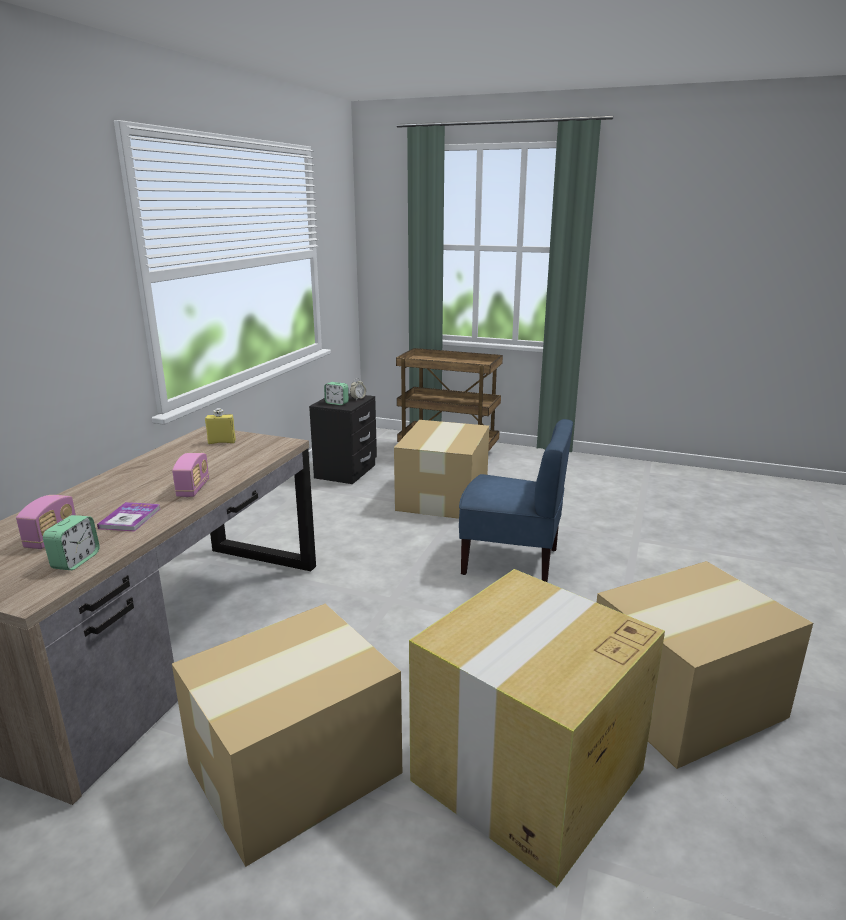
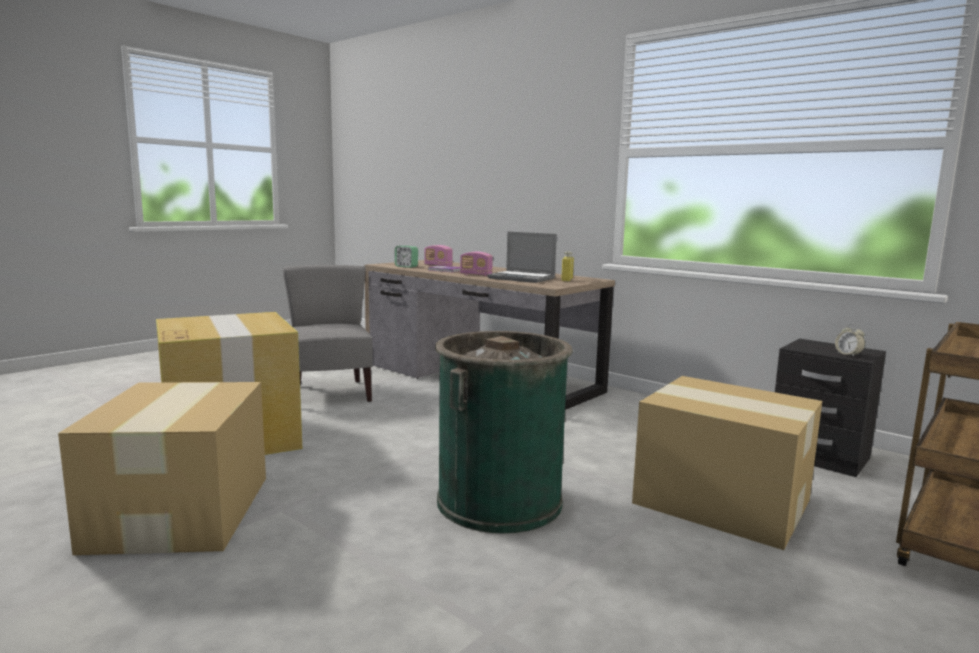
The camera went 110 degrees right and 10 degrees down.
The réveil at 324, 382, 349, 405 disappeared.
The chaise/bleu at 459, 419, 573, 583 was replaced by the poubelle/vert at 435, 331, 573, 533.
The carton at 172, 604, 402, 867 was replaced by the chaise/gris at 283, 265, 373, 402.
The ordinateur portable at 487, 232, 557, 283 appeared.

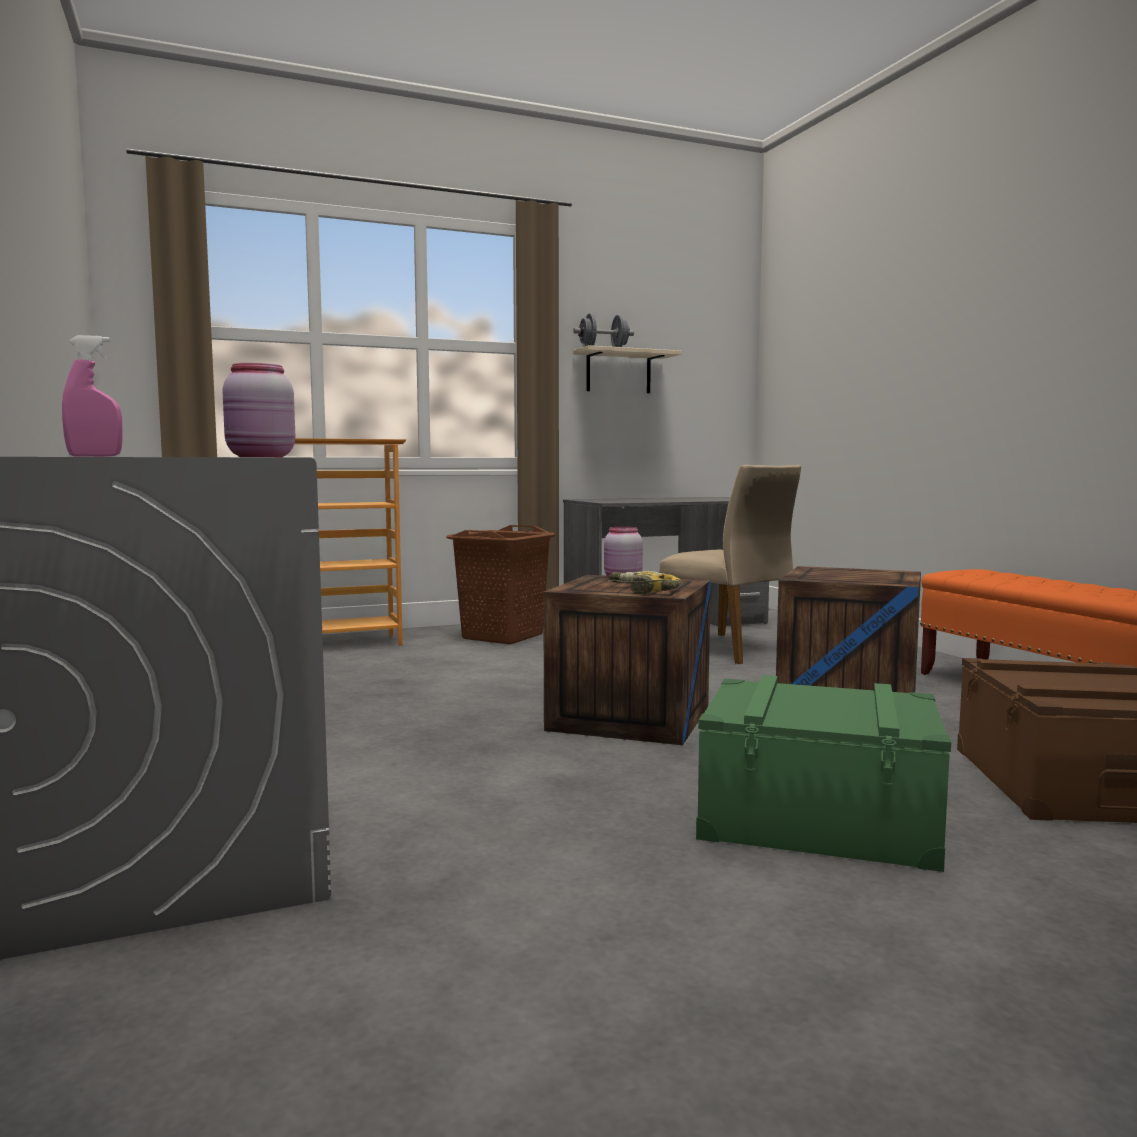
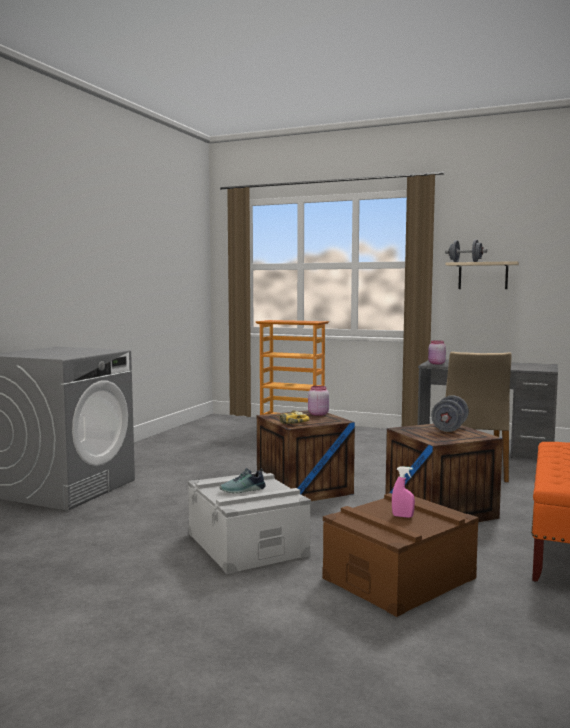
The camera went 45 degrees right and 0 degrees up.
The vaporisateur/rose moved from 62, 335, 123, 457 to 392, 466, 415, 518.
The bocal/rose moved from 222, 363, 295, 457 to 428, 340, 446, 364.
The panier à linge/marron at 446, 525, 556, 644 disappeared.
The boîte de rangement/vert at 696, 675, 951, 872 became the boîte de rangement/gris at 188, 472, 311, 574.
The haltère/gris at 431, 395, 469, 432 appeared.
The chaussure at 219, 468, 266, 493 appeared.

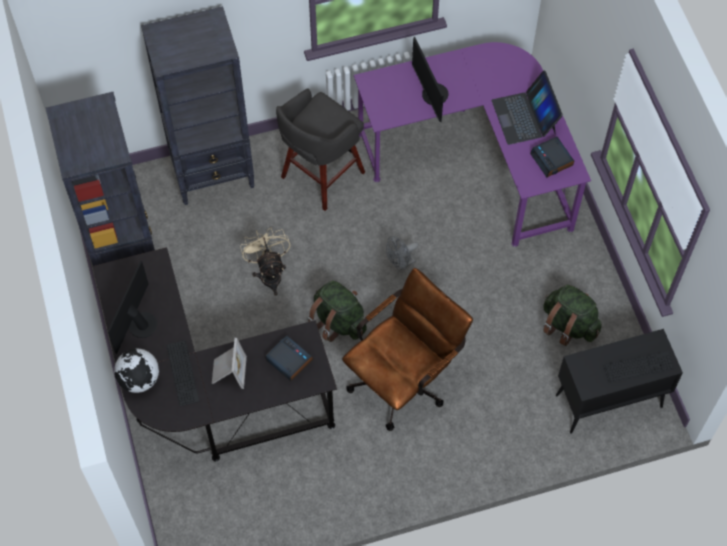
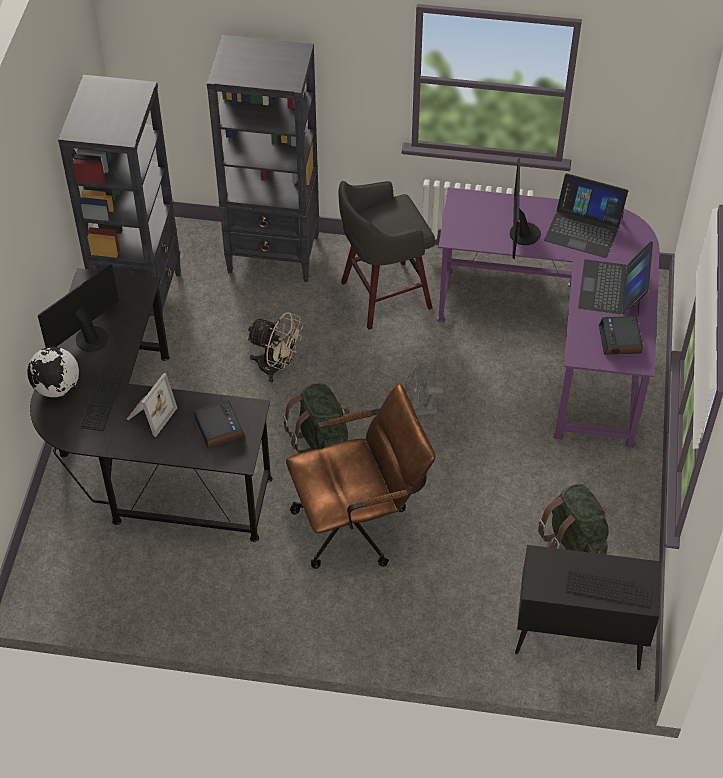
The camera went 25 degrees right and 10 degrees down.
The ventilateur/beige at 240, 227, 290, 296 turned 105 degrees clockwise.
The ordinateur portable at 544, 173, 628, 258 appeared.

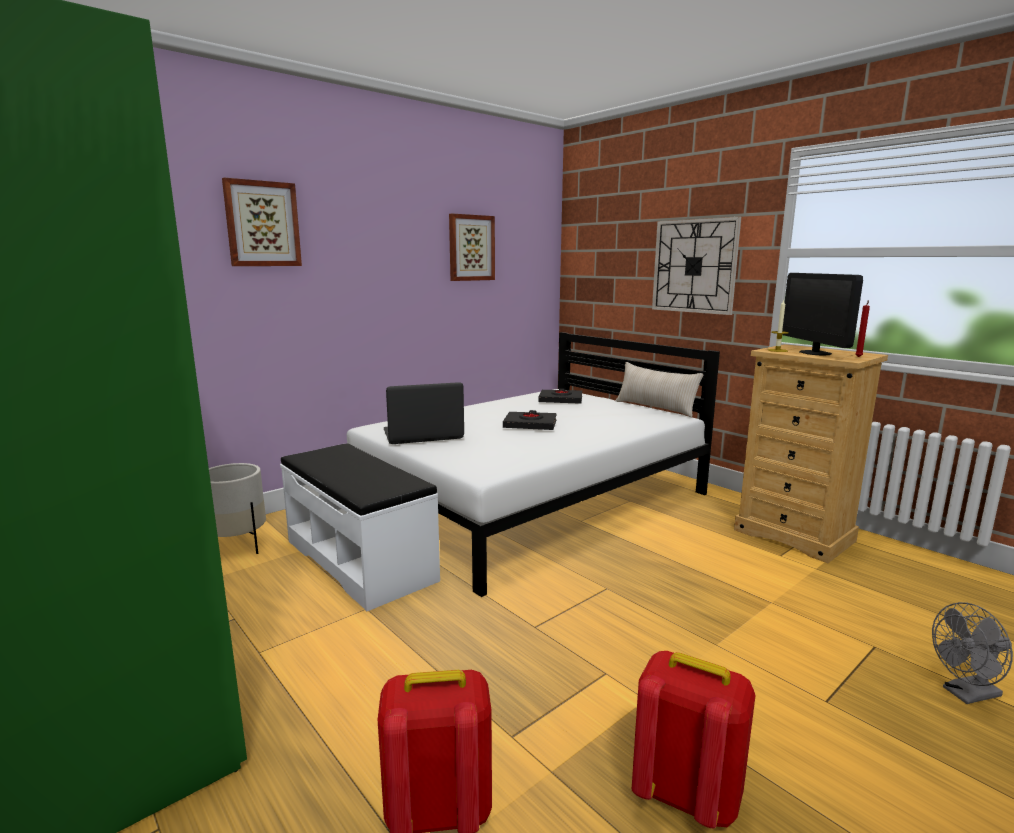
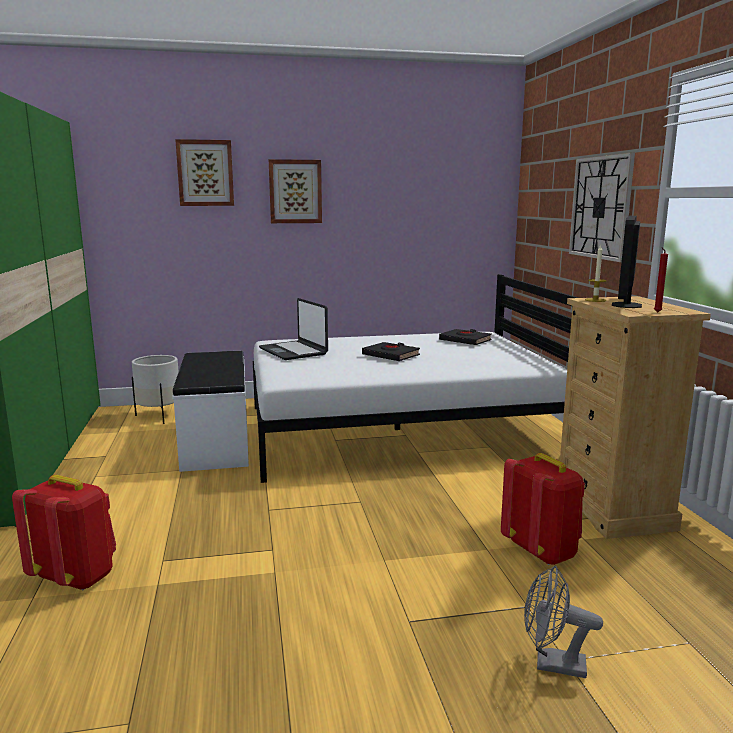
The camera went 30 degrees right and 0 degrees up.
The tableau moved from 449, 214, 495, 281 to 269, 159, 322, 223.
The coussin/beige at 616, 362, 703, 417 disappeared.
The ordinateur portable at 383, 382, 464, 444 turned 135 degrees counterclockwise.
The sac à dos/rouge moved from 632, 651, 756, 828 to 501, 453, 585, 565.

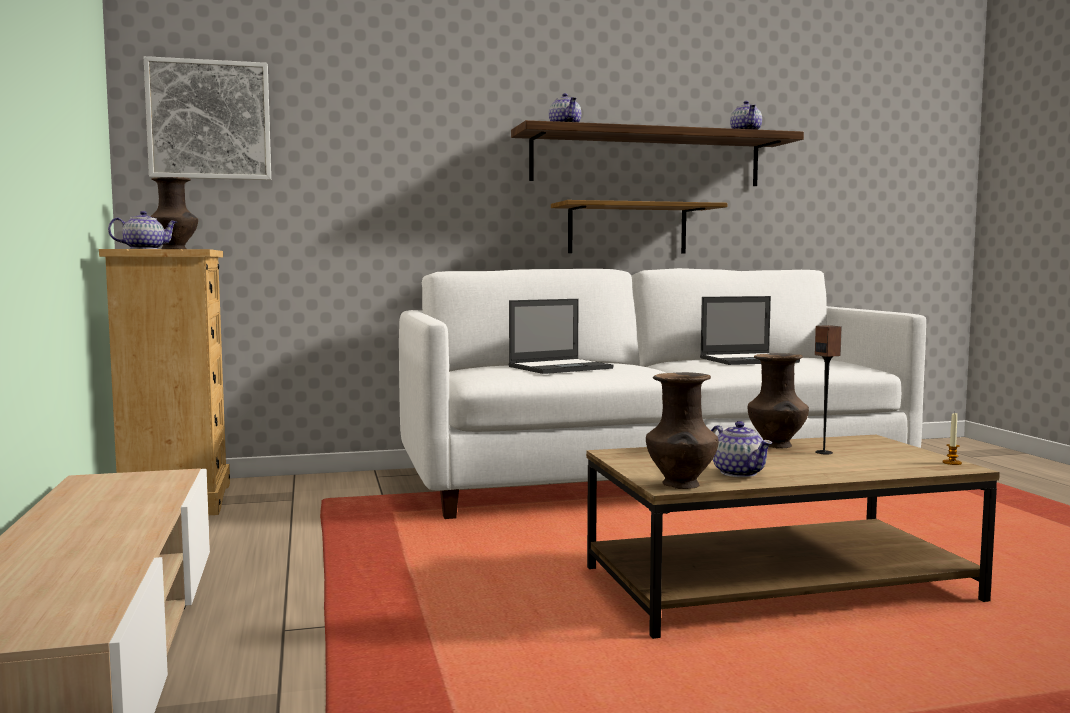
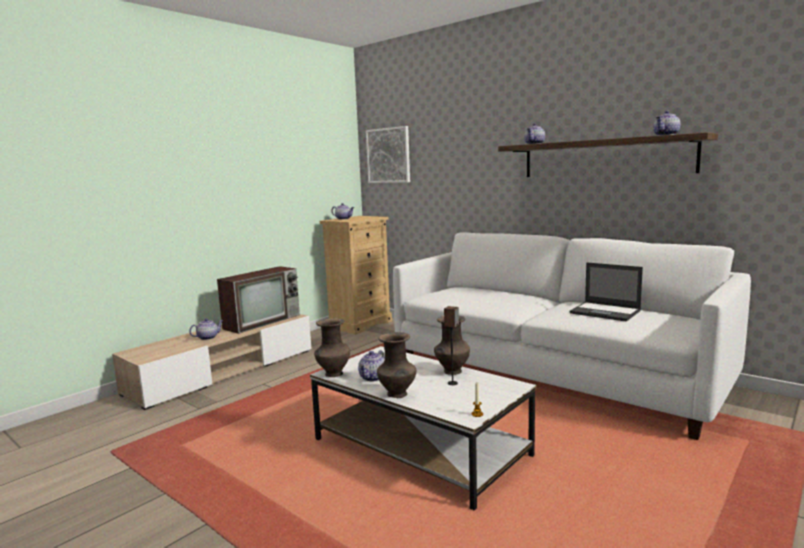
The camera went 55 degrees right and 5 degrees up.
The vase/marron moved from 150, 177, 198, 249 to 377, 332, 416, 398.
The étagère at 551, 200, 728, 254 disappeared.
The ordinateur portable at 509, 299, 614, 374 disappeared.
The table basse/marron at 586, 435, 999, 639 became the table basse/blanc at 310, 346, 536, 510.
The téléviseur at 217, 266, 300, 334 appeared.
The théière at 189, 318, 223, 340 appeared.

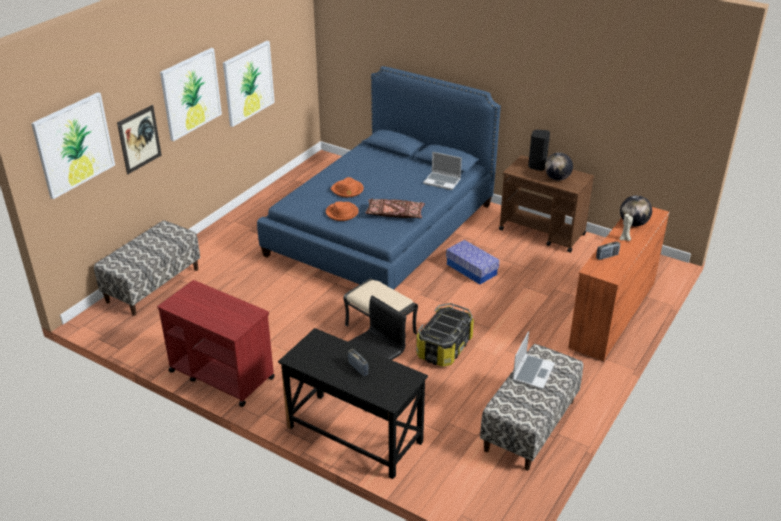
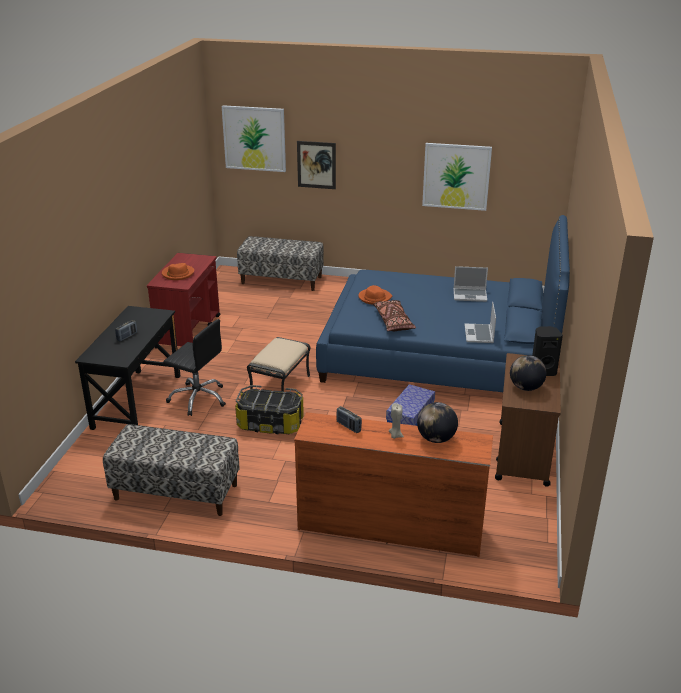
The camera went 70 degrees right and 5 degrees down.
The tableau at 160, 48, 222, 141 disappeared.
The chapeau/orange moved from 331, 177, 364, 197 to 162, 263, 194, 280.
The ordinateur portable moved from 512, 331, 555, 389 to 453, 266, 488, 302.

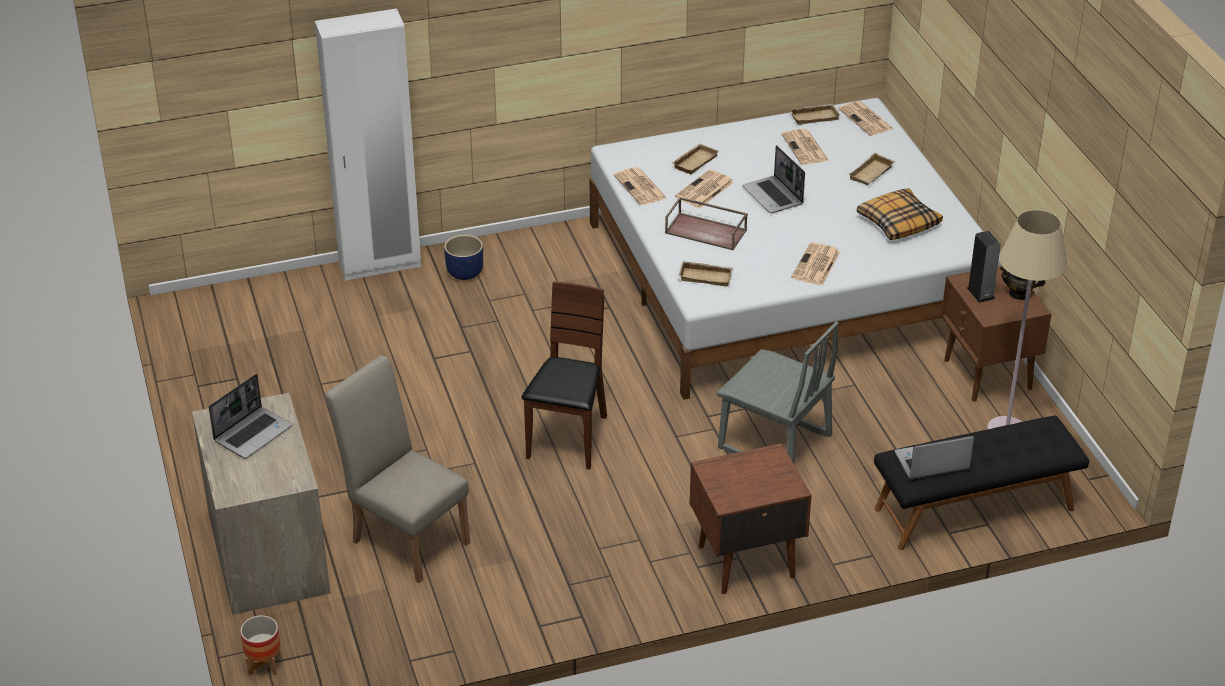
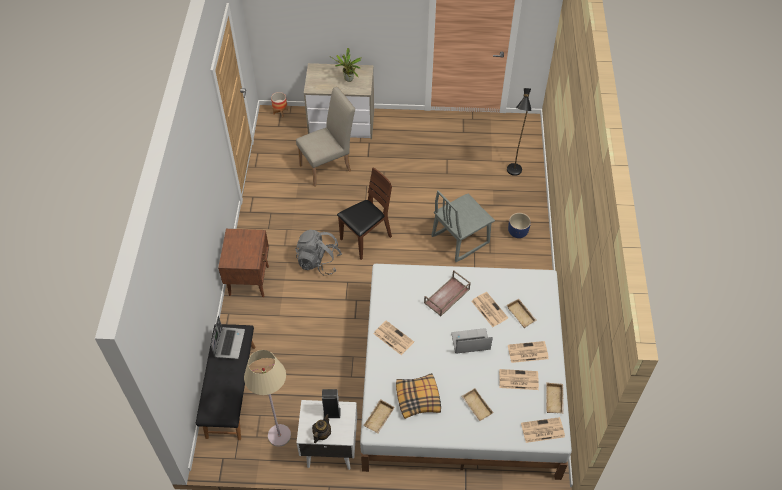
The camera went 110 degrees right and 15 degrees up.
The armoire/blanc at 315, 8, 421, 281 disappeared.
The journal moved from 614, 167, 667, 205 to 508, 341, 549, 363.
The plateau/beige moved from 679, 261, 733, 286 to 364, 399, 395, 433.
The table de chevet/marron at 941, 265, 1051, 402 became the table de chevet/blanc at 296, 400, 357, 470.
The chaise/marron at 521, 281, 607, 470 turned 75 degrees counterclockwise.
The chaise/gris moved from 717, 322, 839, 463 to 431, 190, 495, 262.
The ordinateur portable at 209, 374, 292, 458 was replaced by the plante en pot at 331, 48, 361, 82.
The lampadaire/noir at 507, 88, 531, 176 appeared.
The sac à dos/gris at 295, 230, 342, 276 appeared.

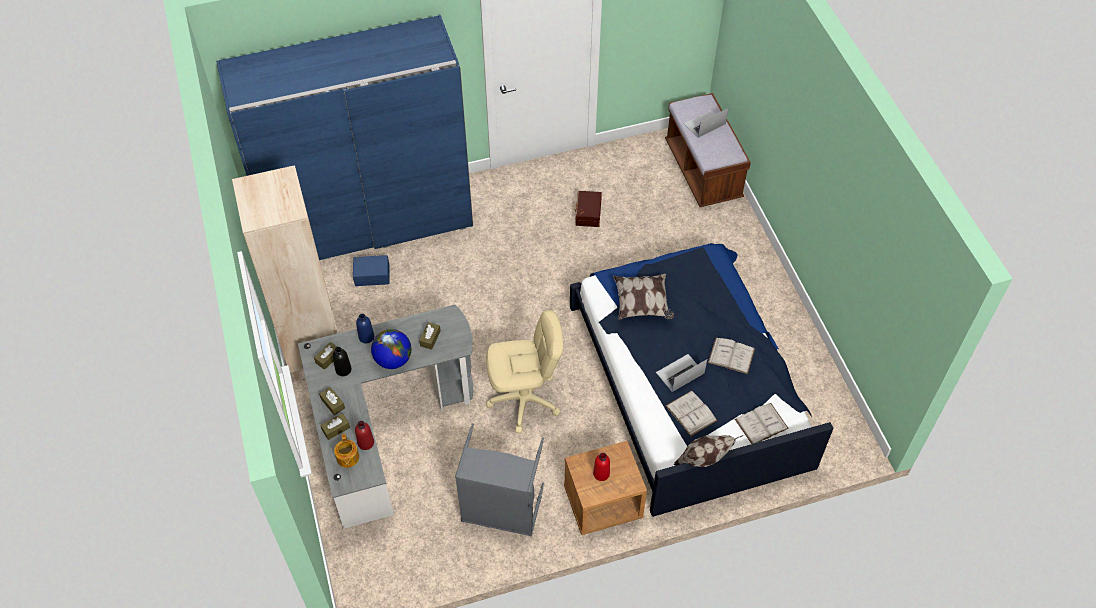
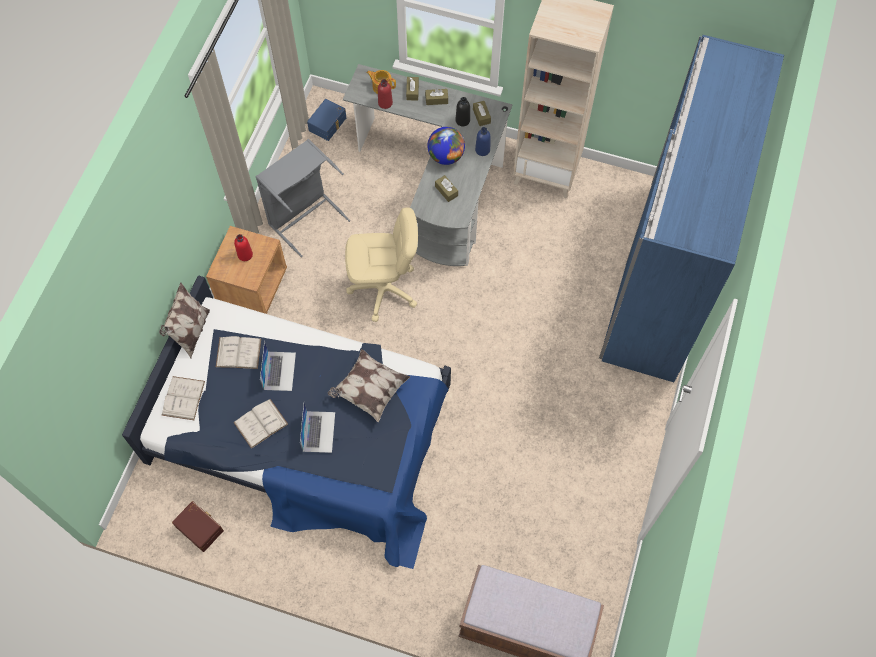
The camera went 125 degrees right and 10 degrees up.
The ordinateur portable moved from 684, 108, 729, 138 to 300, 403, 335, 453.
The boîte de rangement/marron moved from 574, 191, 602, 227 to 172, 501, 224, 552.
The boîte de rangement/bleu moved from 353, 255, 390, 286 to 307, 99, 346, 141.
The chaise de bureau/beige at 486, 310, 563, 433 turned 120 degrees counterclockwise.

